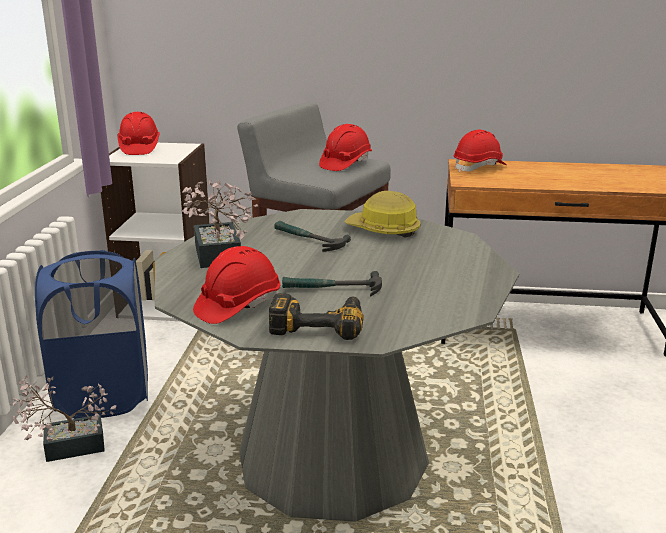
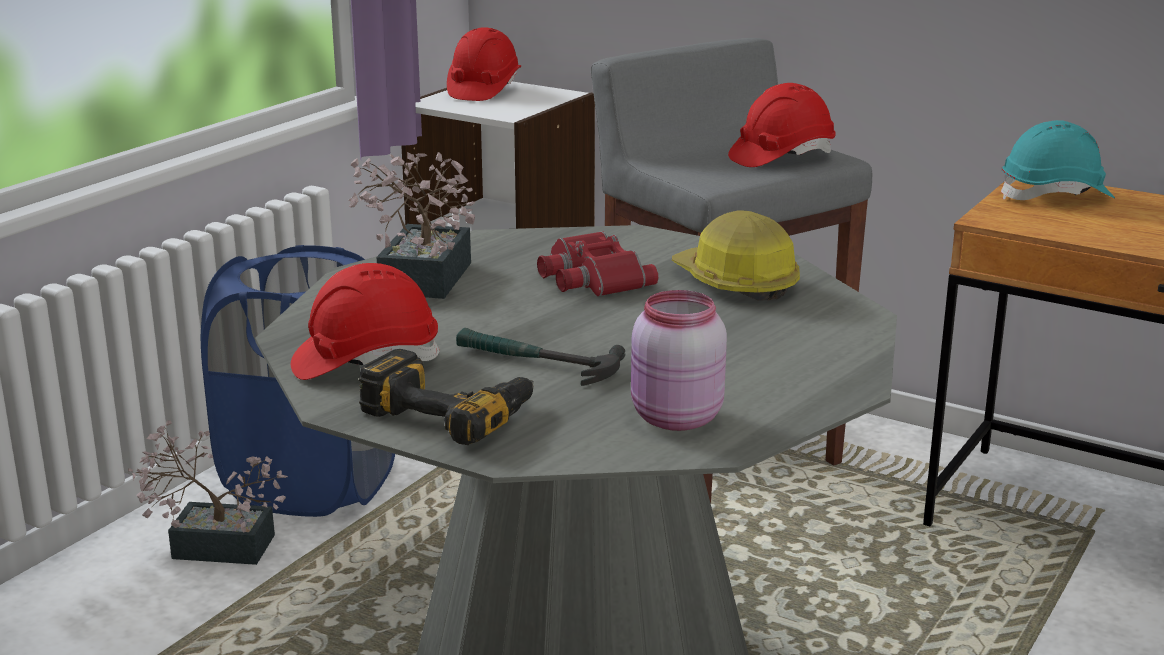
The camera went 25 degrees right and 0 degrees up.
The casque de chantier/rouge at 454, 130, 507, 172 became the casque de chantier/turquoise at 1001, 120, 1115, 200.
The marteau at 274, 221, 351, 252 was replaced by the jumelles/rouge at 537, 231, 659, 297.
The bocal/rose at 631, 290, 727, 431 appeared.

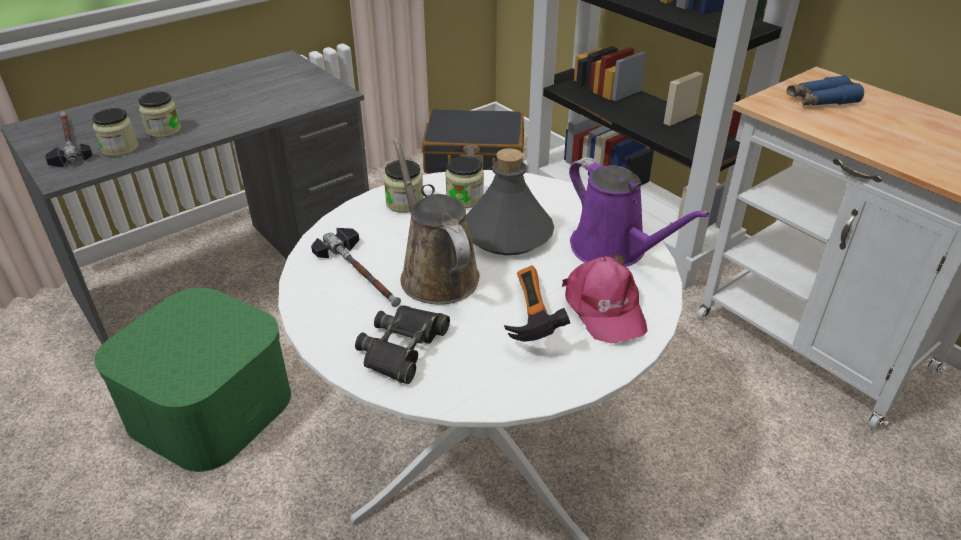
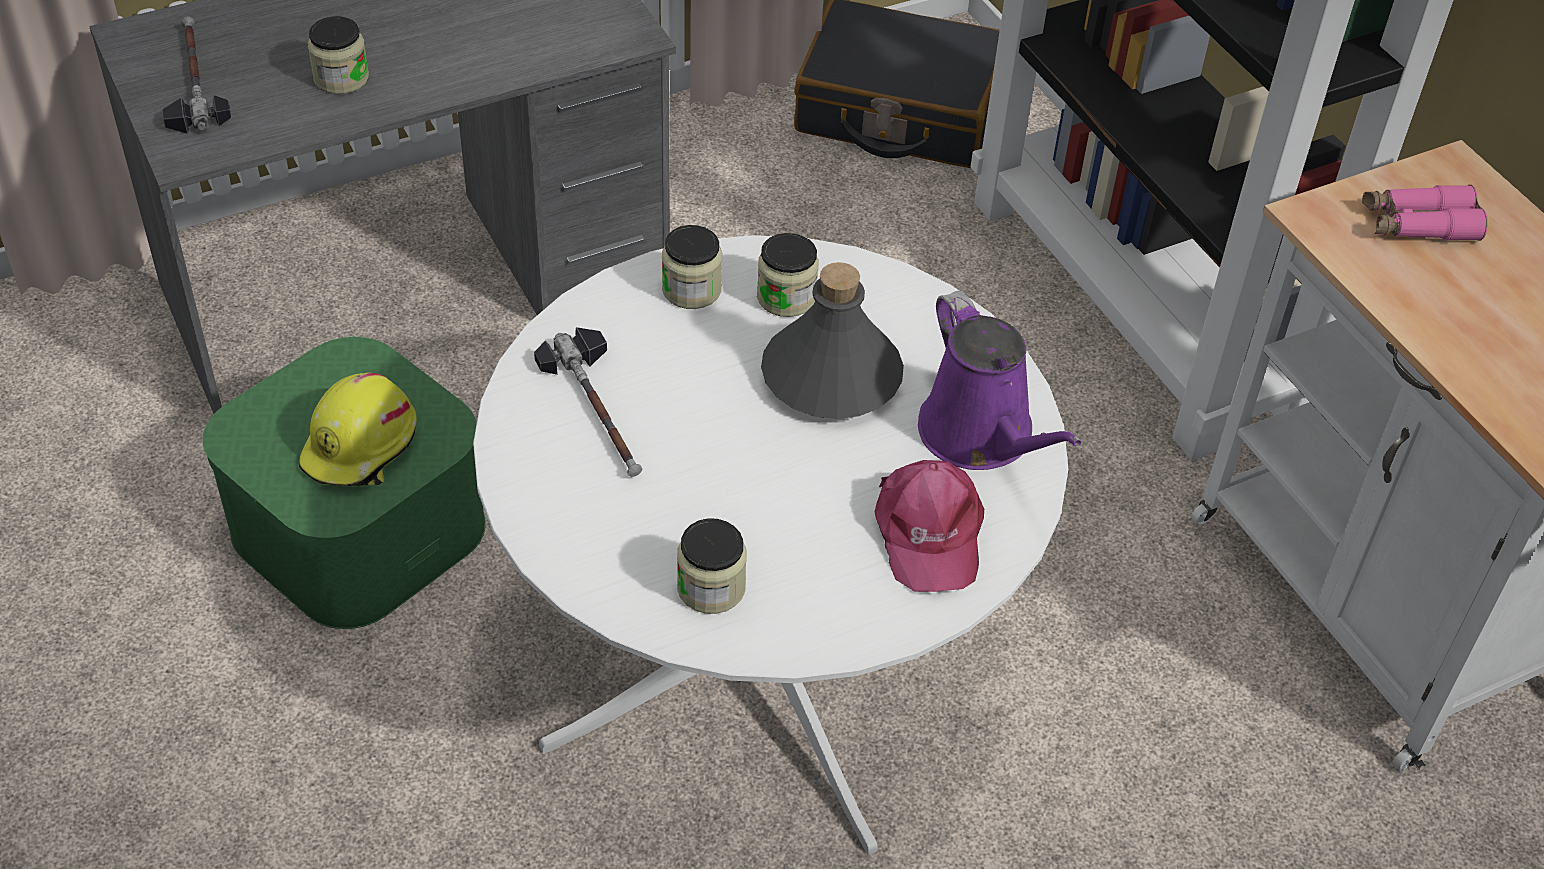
The camera went 10 degrees right and 10 degrees up.
The jumelles/bleu at 786, 75, 864, 105 became the jumelles/rose at 1362, 185, 1488, 241.
The bocal moved from 92, 108, 138, 157 to 677, 518, 747, 614.
The arrosoir/marron at 393, 138, 480, 304 disappeared.
The marteau at 504, 265, 570, 342 disappeared.
The jumelles/noir at 355, 306, 450, 384 disappeared.
The casque de chantier/jaune at 299, 373, 417, 486 appeared.

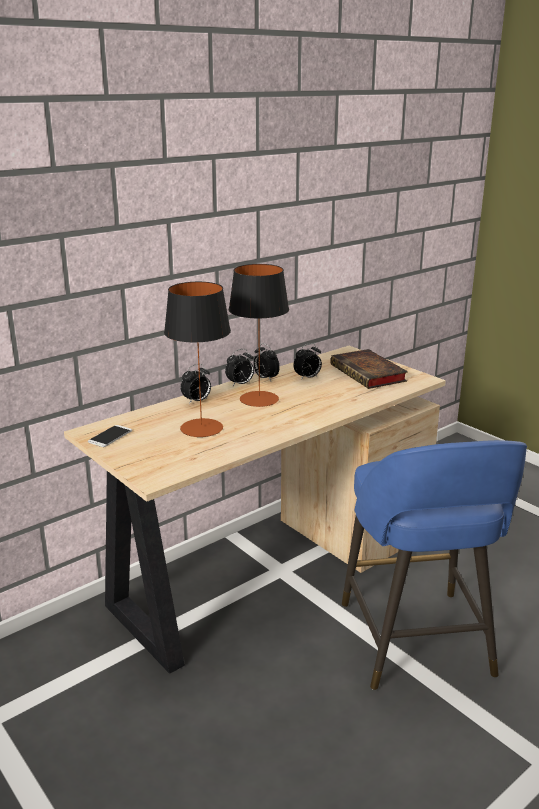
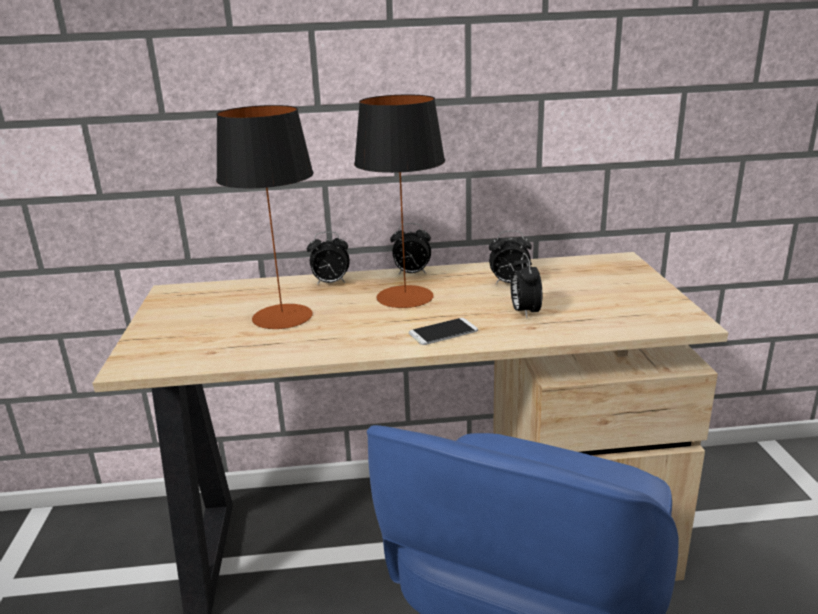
The camera went 35 degrees right and 0 degrees up.
The réveil moved from 253, 343, 280, 381 to 510, 253, 542, 318.
The livre at 330, 349, 408, 389 disappeared.
The téléphone moved from 88, 425, 132, 447 to 409, 318, 478, 345.

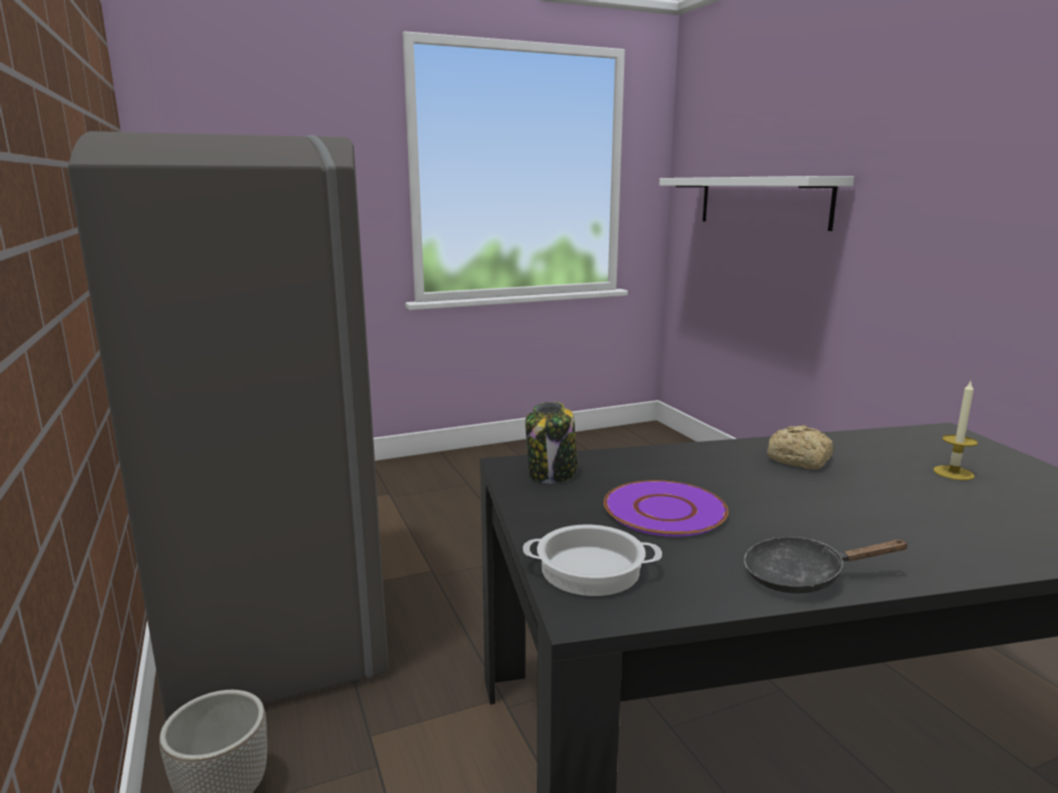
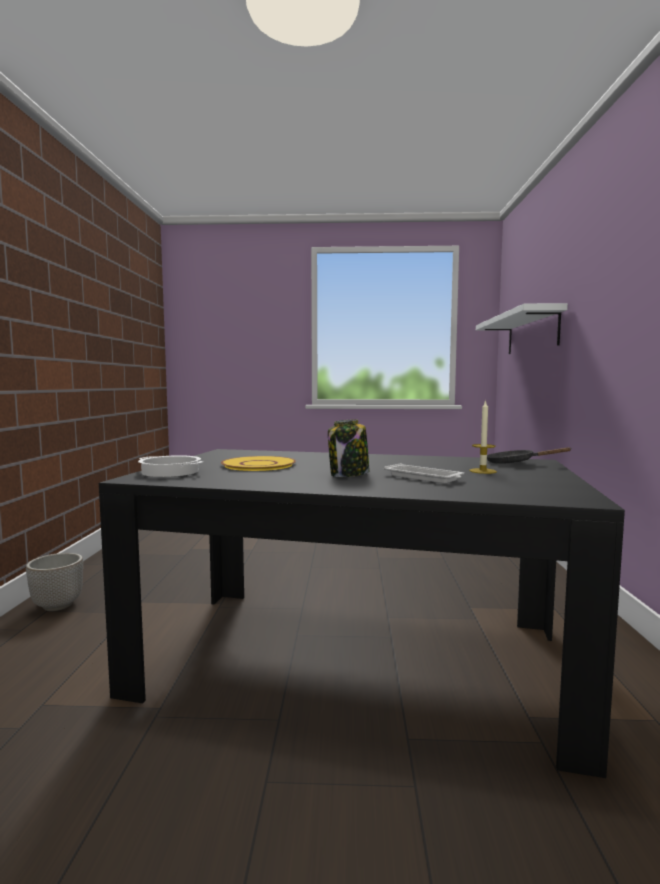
The camera went 25 degrees right and 10 degrees down.
The réfrigérateur/gris at 67, 131, 388, 722 disappeared.
The bocal moved from 525, 402, 577, 484 to 328, 419, 369, 477.
The pain at 767, 425, 833, 469 disappeared.
The assiette/violet at 604, 480, 728, 537 became the assiette/jaune at 221, 456, 296, 471.
The poêle/noir moved from 744, 537, 909, 593 to 487, 447, 572, 464.
The plateau/blanc at 384, 463, 464, 483 appeared.

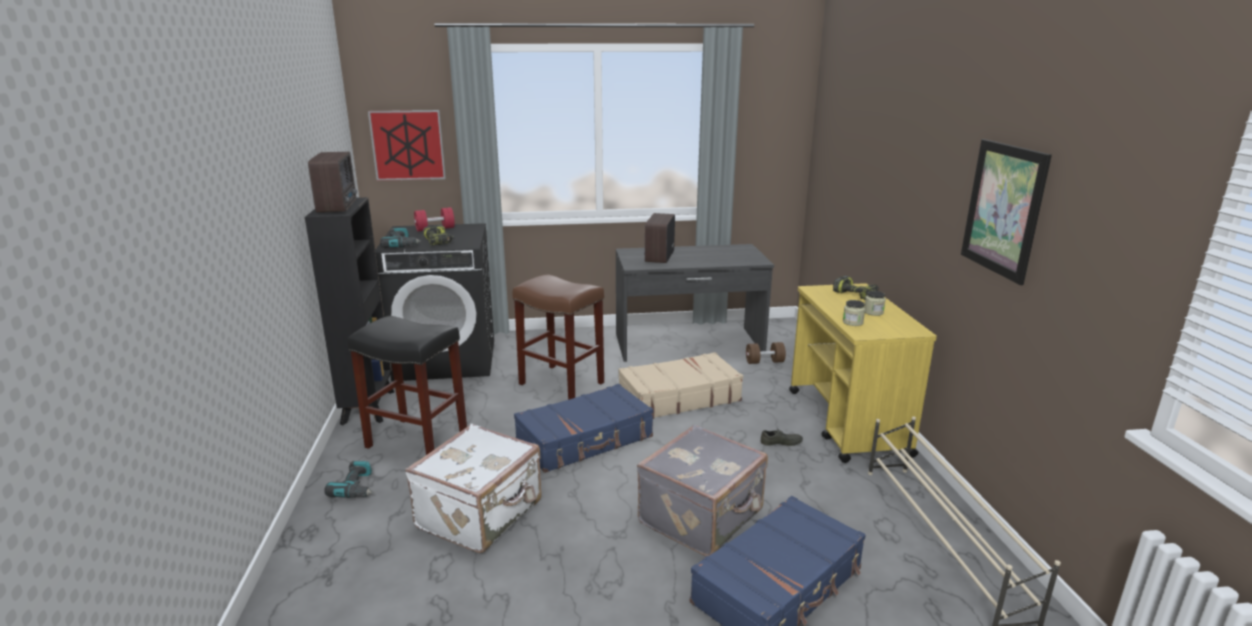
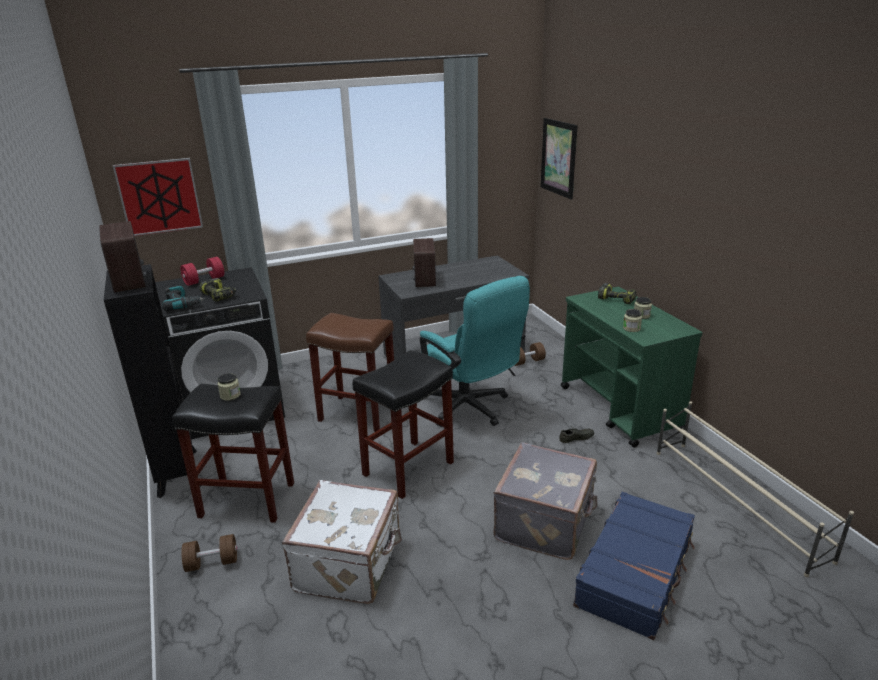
The camera went 15 degrees left and 5 degrees up.
The tableau moved from 961, 139, 1052, 285 to 541, 118, 578, 199.
The chariot/jaune at 789, 283, 937, 463 became the chariot/vert at 561, 287, 703, 448.
The valise/beige at 619, 352, 743, 419 was replaced by the chaise de bureau/turquoise at 420, 276, 530, 427.
The valise/bleu at 514, 384, 653, 473 was replaced by the tabouret/noir at 353, 350, 454, 499.
The perceuse at 324, 461, 374, 498 was replaced by the haltère/marron at 181, 534, 237, 572.
The bocal at 218, 373, 241, 401 appeared.

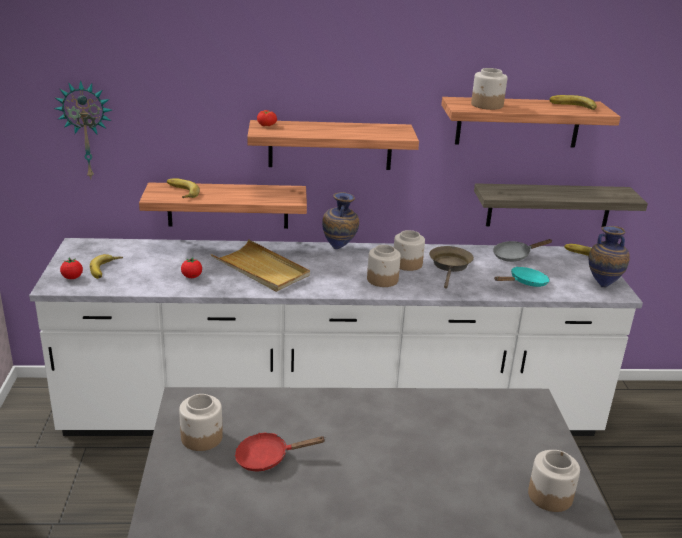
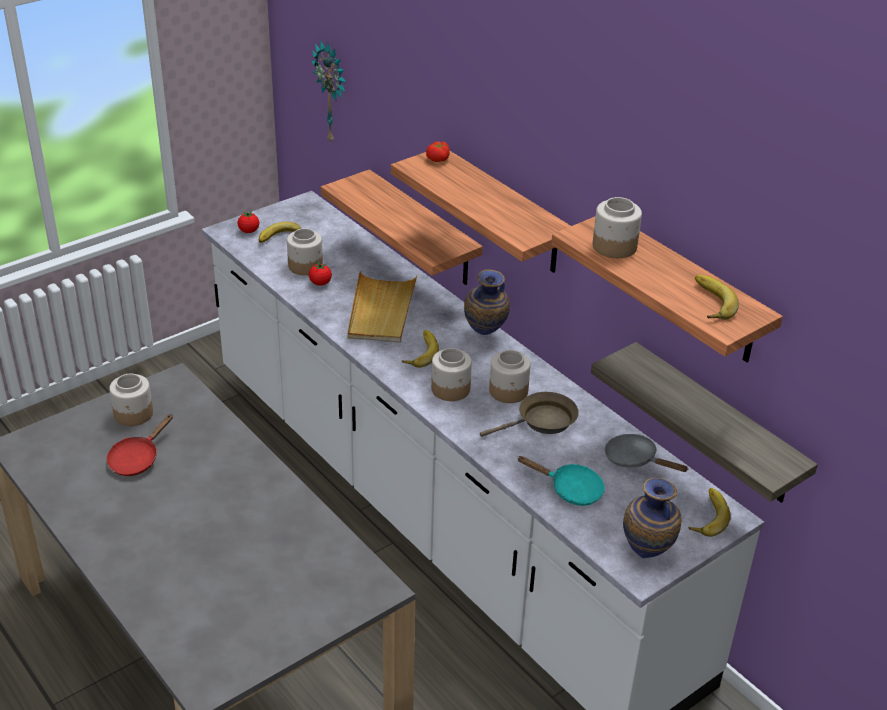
The camera went 55 degrees right and 10 degrees up.
The banane moved from 167, 179, 200, 198 to 402, 330, 439, 368.
The poêle/rouge at 235, 433, 326, 471 turned 105 degrees counterclockwise.
The bocal moved from 528, 450, 580, 512 to 287, 228, 323, 275.

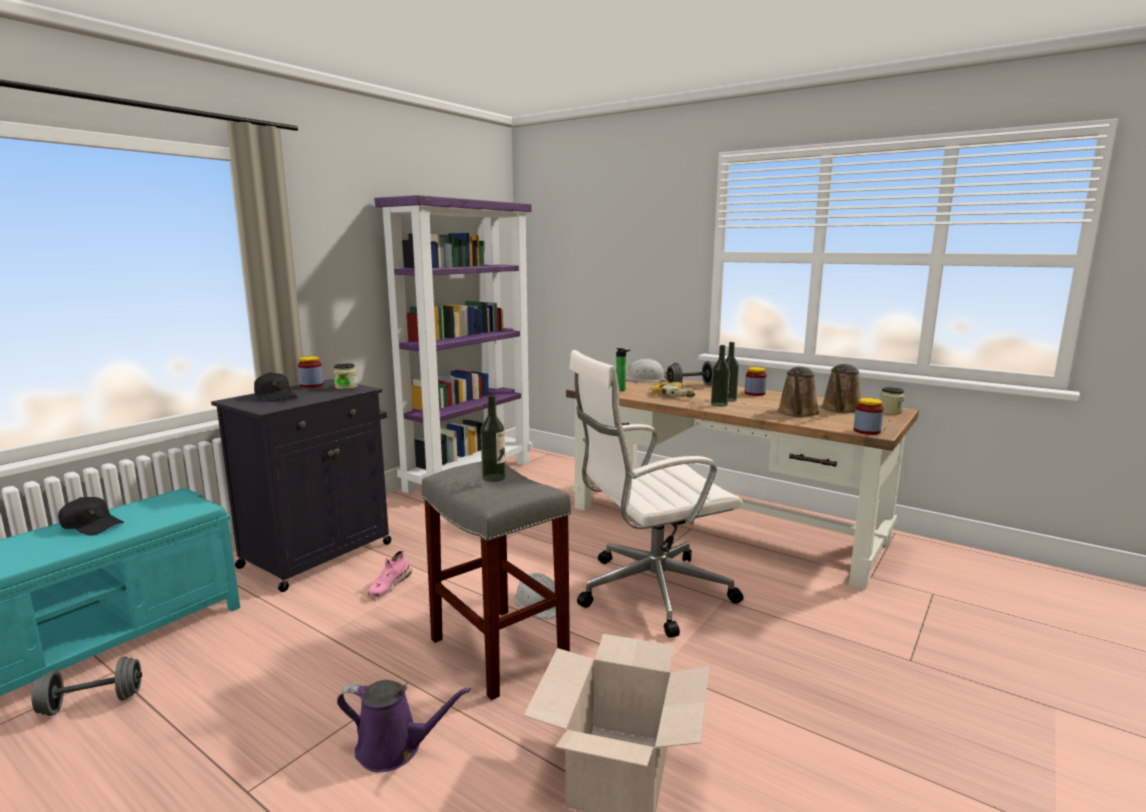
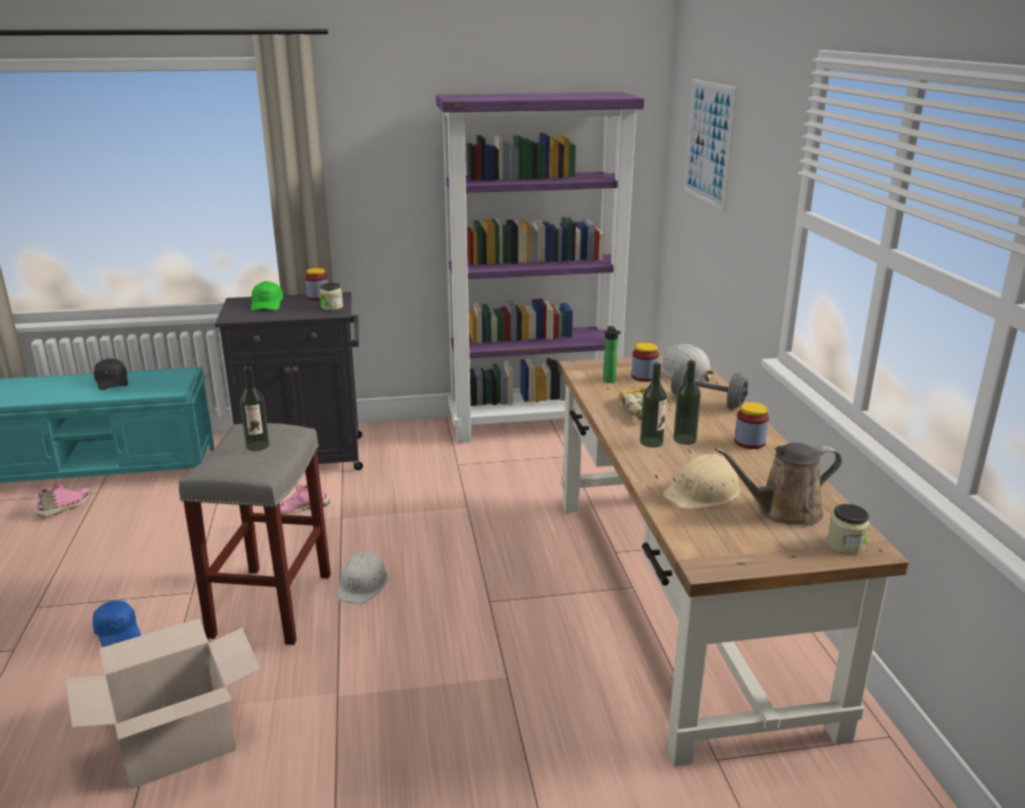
The camera went 45 degrees right and 10 degrees up.
The chaise de bureau/blanc at 569, 350, 743, 638 disappeared.
The arrosoir/marron at 777, 367, 819, 417 was replaced by the casque de chantier/beige at 663, 454, 740, 510.
The casquette/noir at 254, 372, 298, 402 became the casquette/vert at 251, 281, 283, 311.
The bocal moved from 854, 398, 884, 435 to 631, 343, 659, 382.
The haltère/gris at 32, 656, 142, 716 was replaced by the chaussure/rose at 34, 481, 91, 517.
The arrosoir/violet at 337, 680, 471, 772 was replaced by the casquette/bleu at 93, 600, 141, 647.
The tableau at 684, 79, 738, 211 appeared.

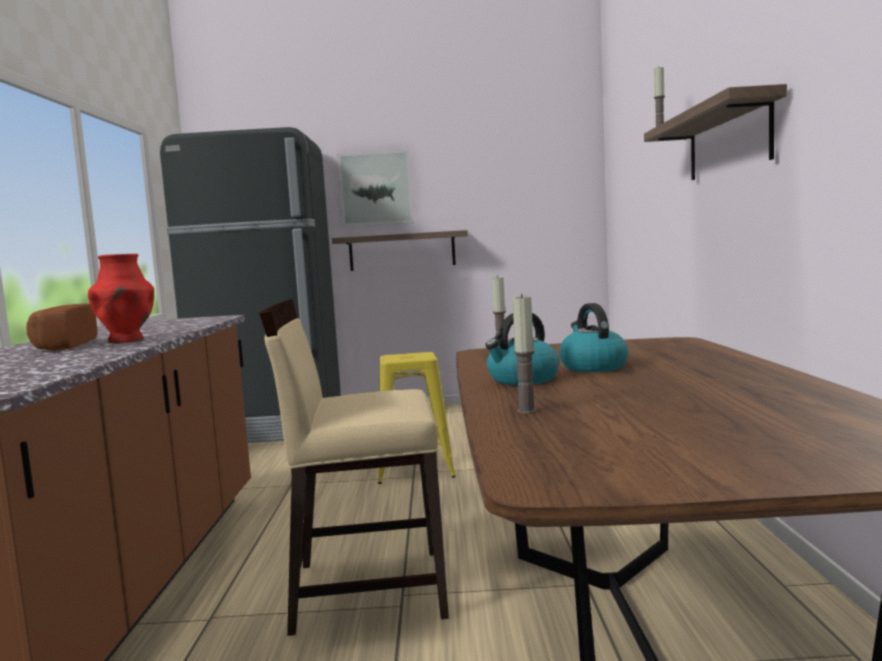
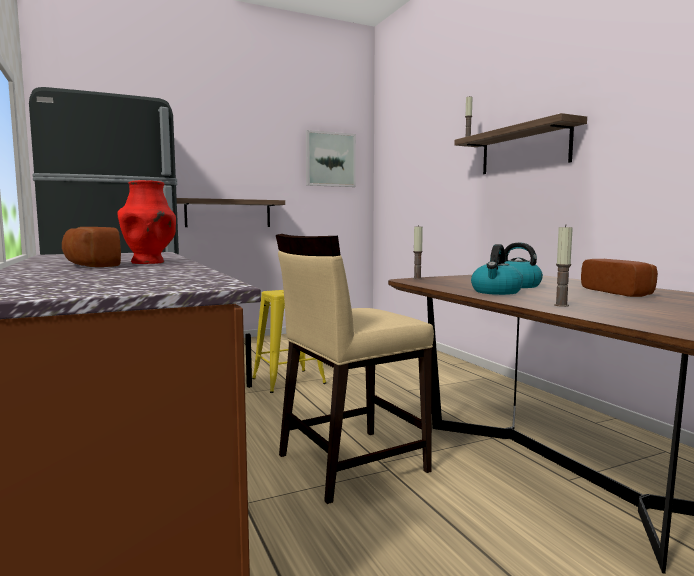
The camera went 25 degrees left and 0 degrees up.
The tableau moved from 337, 150, 414, 227 to 306, 130, 356, 187.
The pain at 581, 259, 658, 297 appeared.

